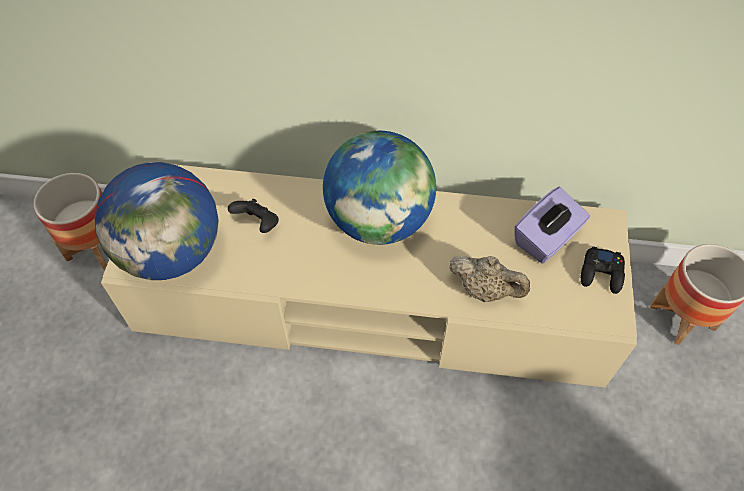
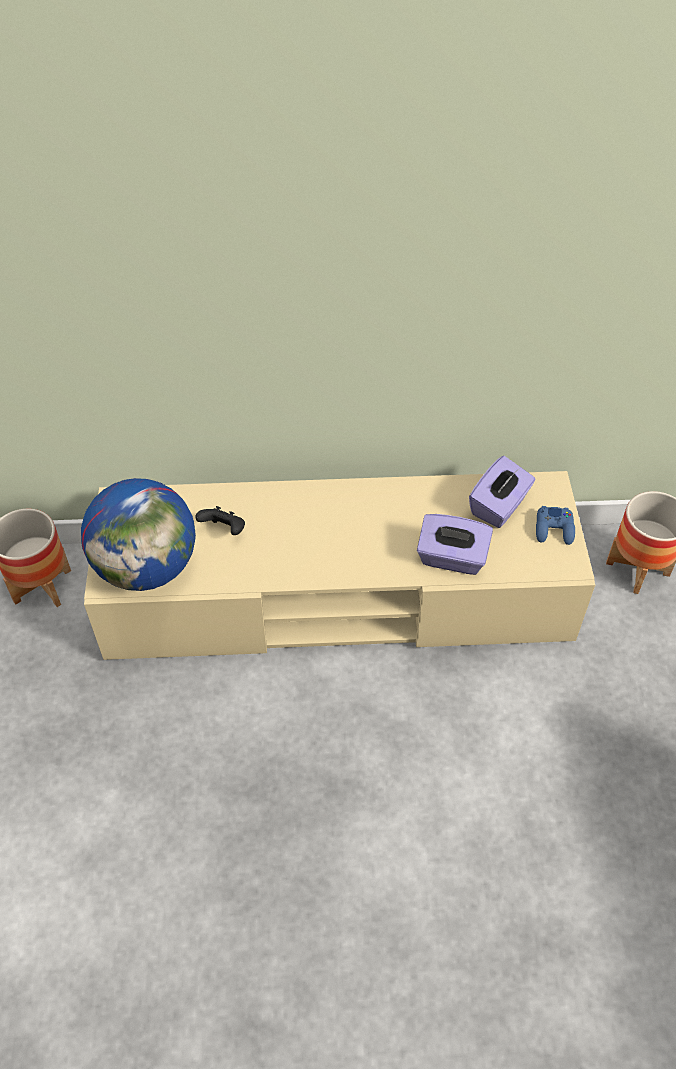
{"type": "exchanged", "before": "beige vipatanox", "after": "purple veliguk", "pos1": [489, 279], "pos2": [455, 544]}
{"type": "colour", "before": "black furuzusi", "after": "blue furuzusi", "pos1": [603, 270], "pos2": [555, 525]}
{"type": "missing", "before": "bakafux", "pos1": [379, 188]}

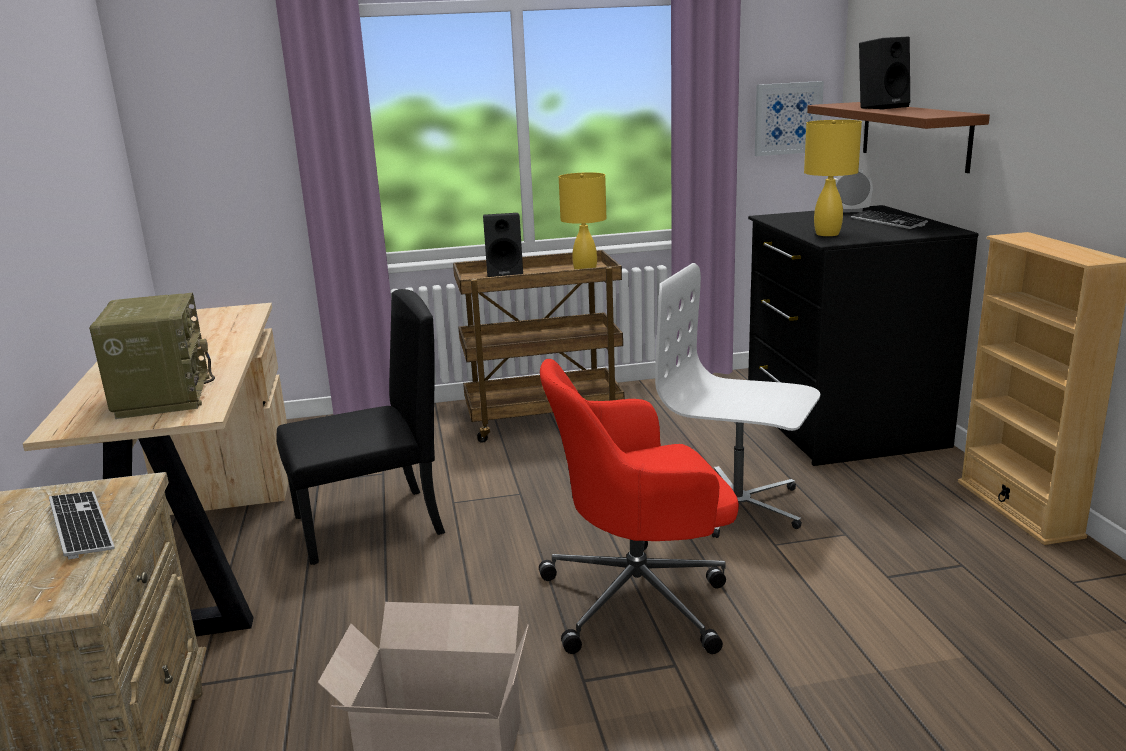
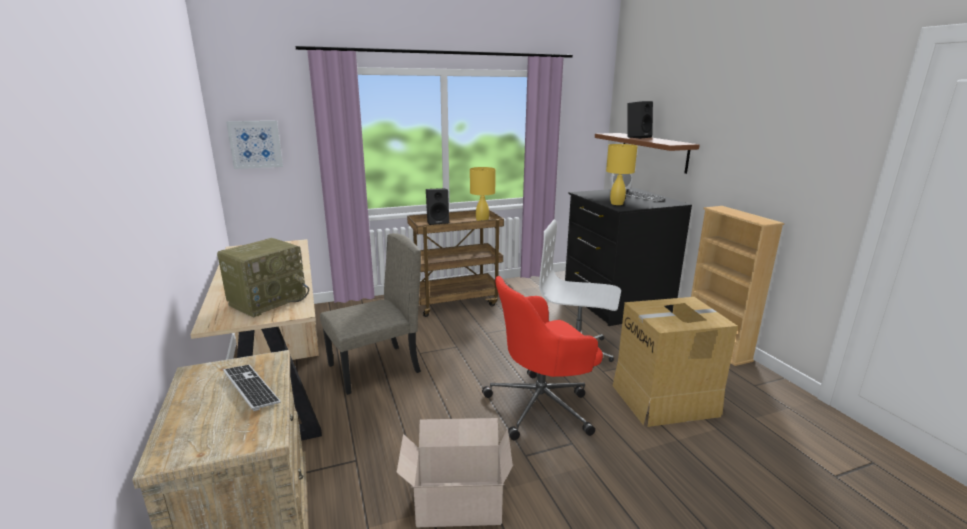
{"type": "spun", "before": "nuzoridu", "pos1": [152, 356], "pos2": [263, 278], "turn": 60}
{"type": "relocated", "before": "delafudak", "pos1": [789, 118], "pos2": [254, 145]}
{"type": "colour", "before": "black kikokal", "after": "beige kikokal", "pos1": [361, 427], "pos2": [370, 314]}
{"type": "appeared", "after": "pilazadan", "pos2": [675, 362]}

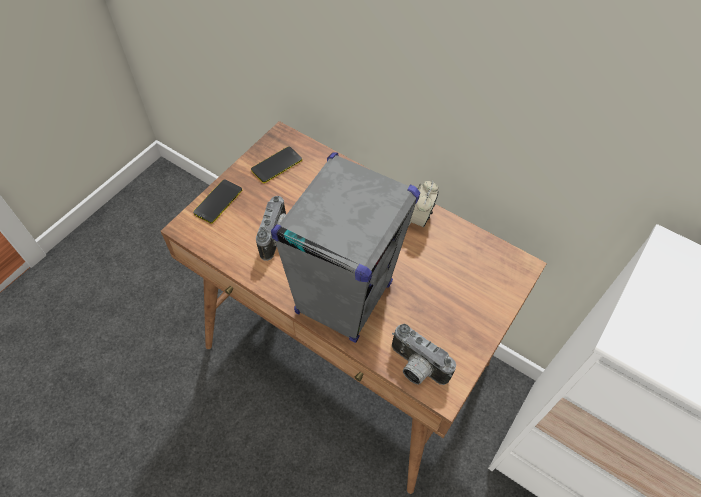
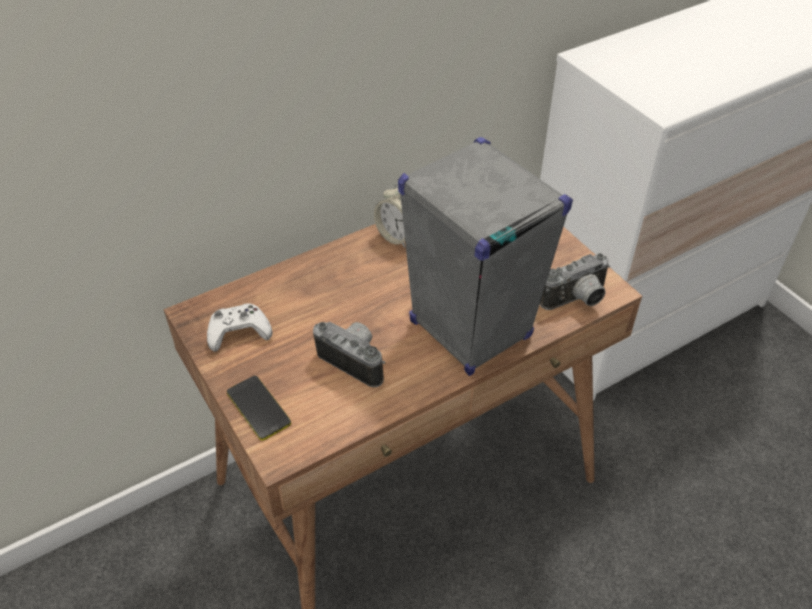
{"type": "exchanged", "before": "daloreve", "after": "white furuzusi", "pos1": [276, 164], "pos2": [239, 327]}

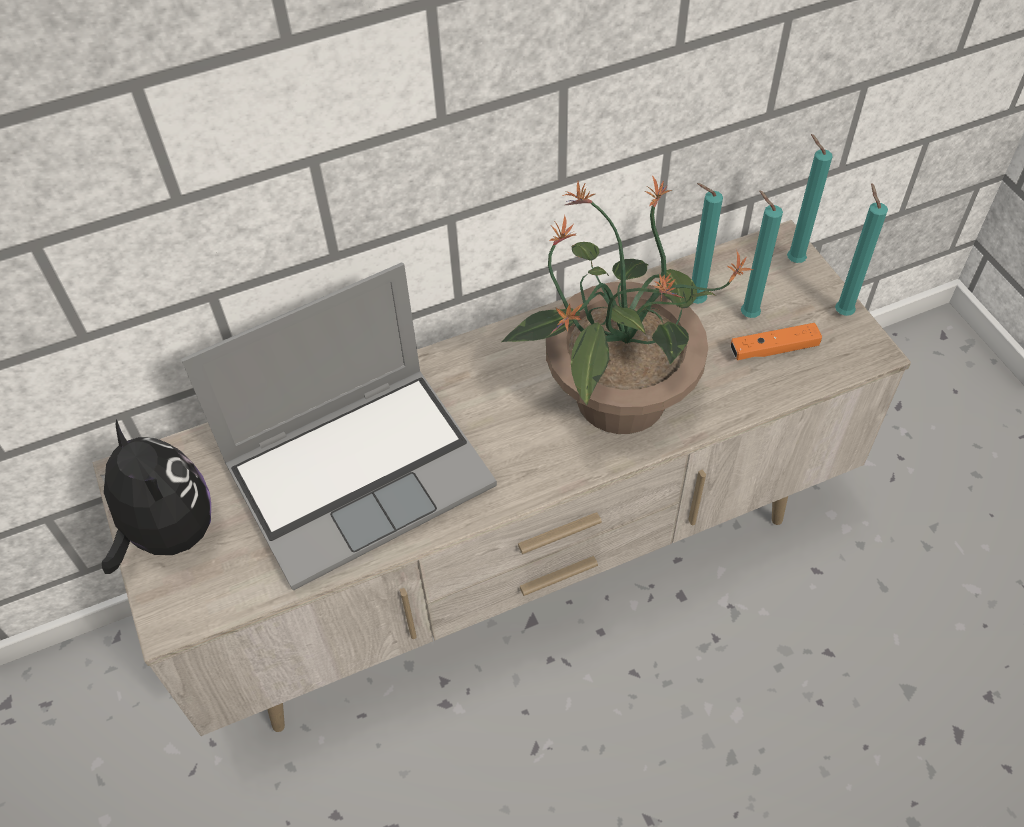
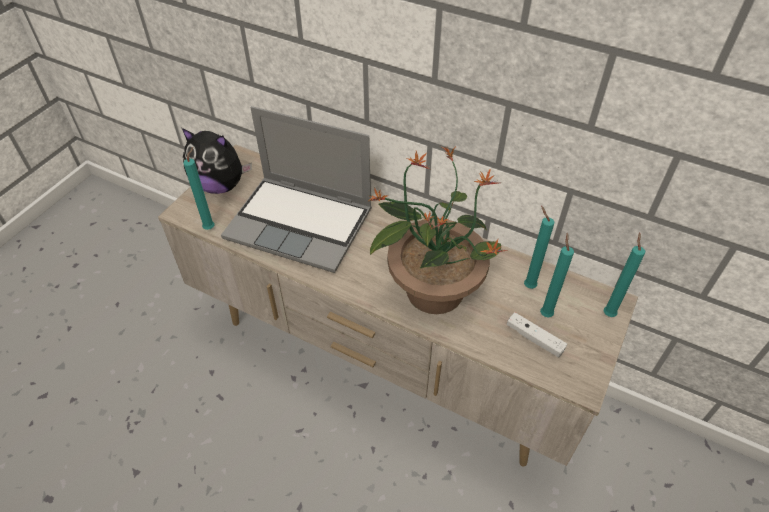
{"type": "spun", "before": "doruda", "pos1": [155, 496], "pos2": [217, 161], "turn": 90}
{"type": "relocated", "before": "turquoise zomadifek", "pos1": [861, 249], "pos2": [199, 188]}
{"type": "colour", "before": "orange furuzusi", "after": "white furuzusi", "pos1": [776, 341], "pos2": [537, 335]}

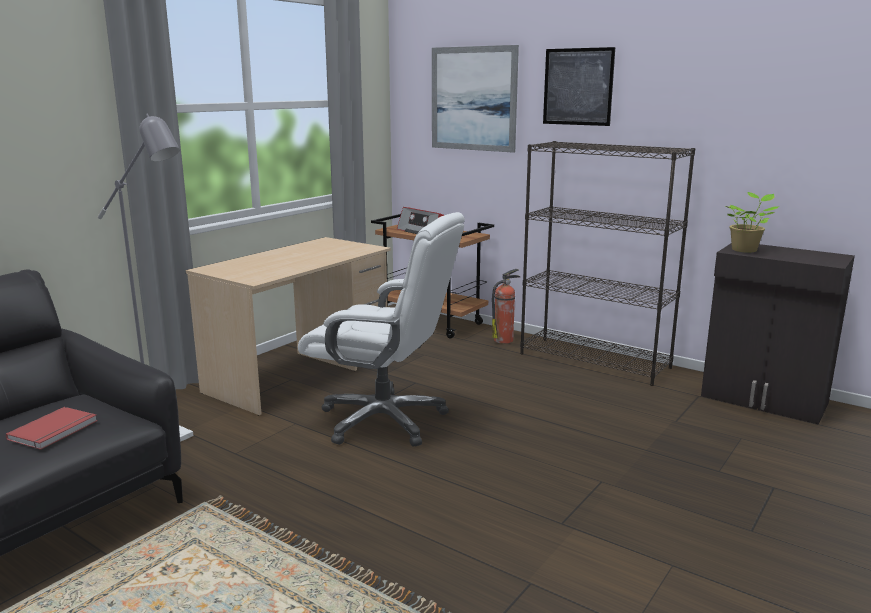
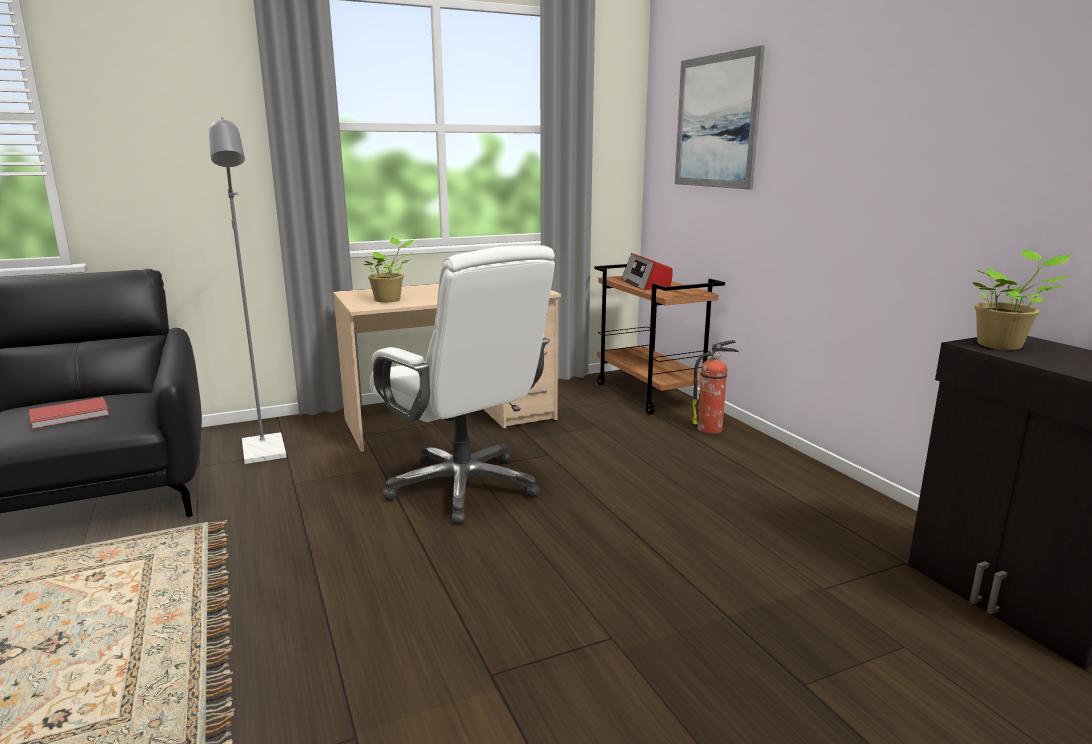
{"type": "appeared", "after": "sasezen", "pos2": [388, 270]}
{"type": "missing", "before": "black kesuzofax", "pos1": [607, 263]}
{"type": "missing", "before": "delafudak", "pos1": [579, 86]}

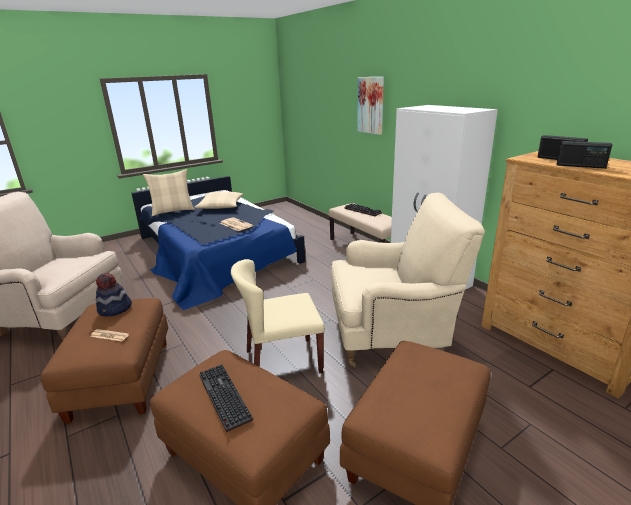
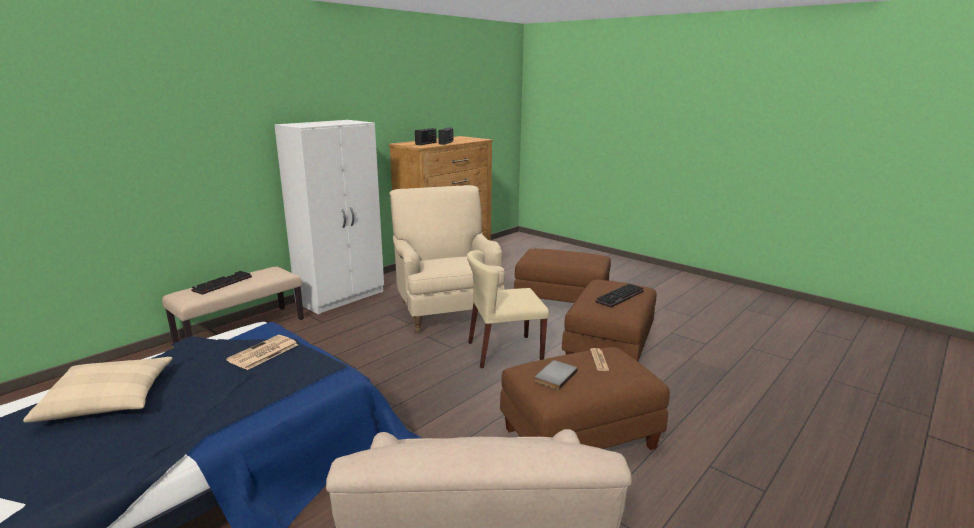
{"type": "spun", "before": "beige kikokal", "pos1": [278, 316], "pos2": [508, 309], "turn": 105}
{"type": "exchanged", "before": "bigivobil", "after": "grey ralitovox", "pos1": [114, 295], "pos2": [556, 375]}
{"type": "missing", "before": "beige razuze", "pos1": [169, 192]}
{"type": "missing", "before": "delafudak", "pos1": [370, 106]}

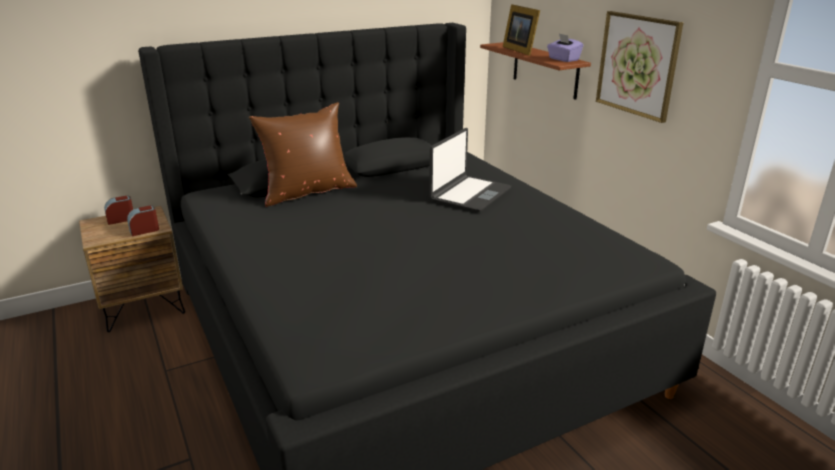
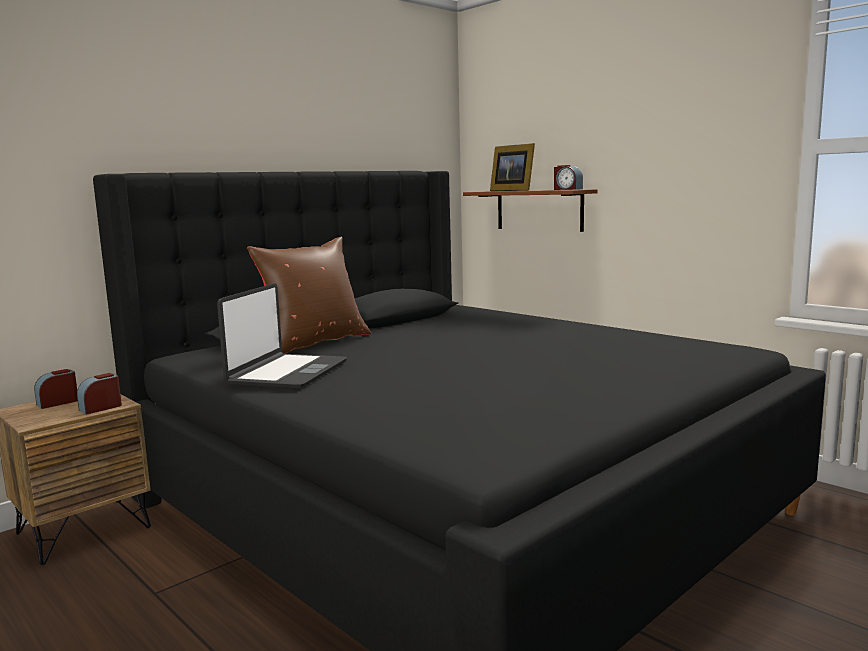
{"type": "relocated", "before": "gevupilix", "pos1": [470, 170], "pos2": [282, 336]}
{"type": "exchanged", "before": "purple veliguk", "after": "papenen", "pos1": [565, 47], "pos2": [568, 177]}
{"type": "missing", "before": "delafudak", "pos1": [639, 67]}

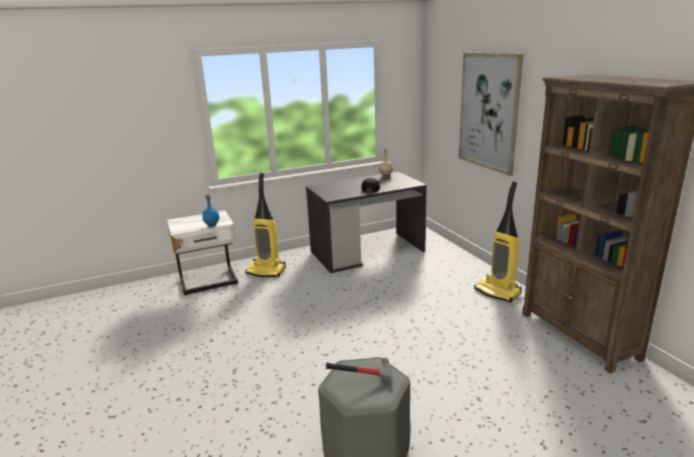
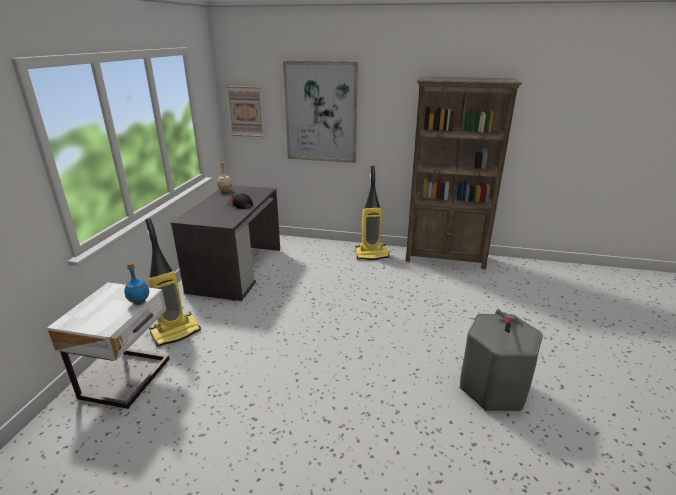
{"type": "appeared", "after": "delafudak", "pos2": [245, 111]}

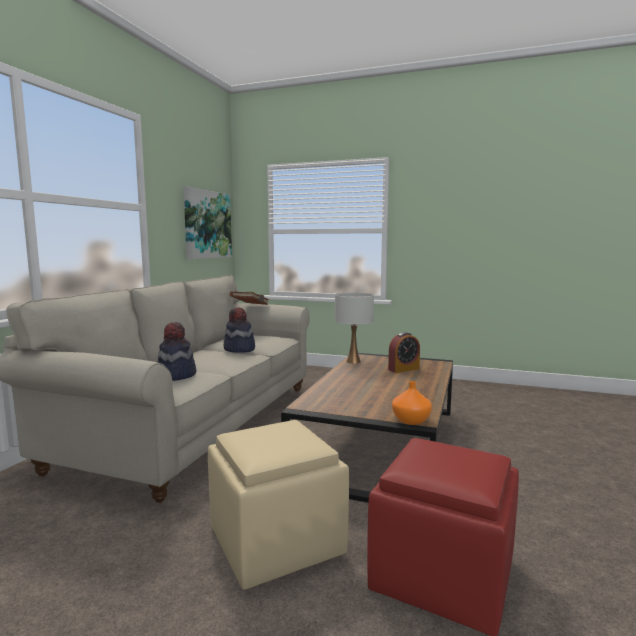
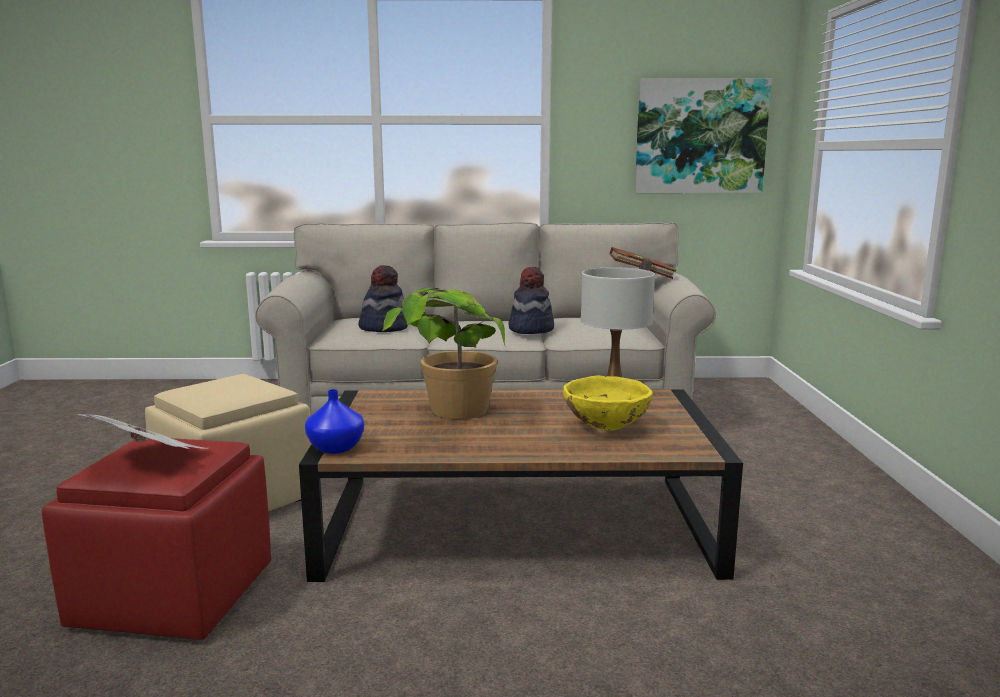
{"type": "appeared", "after": "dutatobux", "pos2": [143, 431]}
{"type": "colour", "before": "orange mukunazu", "after": "blue mukunazu", "pos1": [412, 403], "pos2": [334, 421]}
{"type": "appeared", "after": "sasezen", "pos2": [443, 353]}
{"type": "exchanged", "before": "papenen", "after": "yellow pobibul", "pos1": [404, 352], "pos2": [608, 403]}

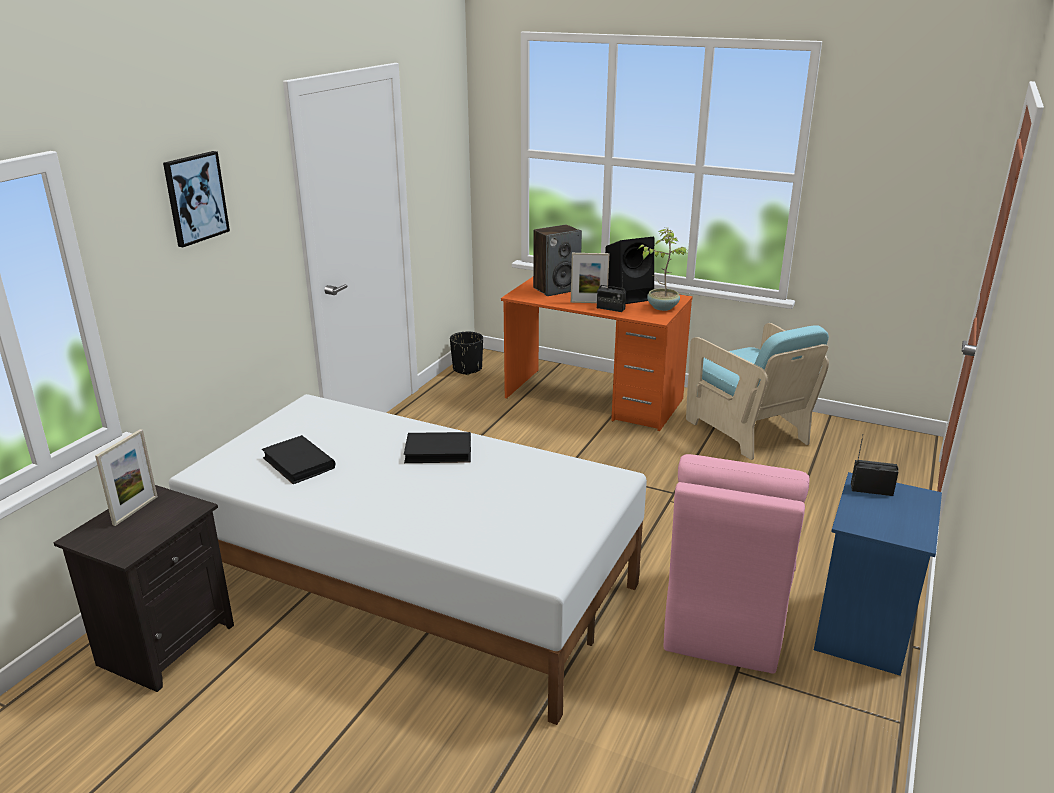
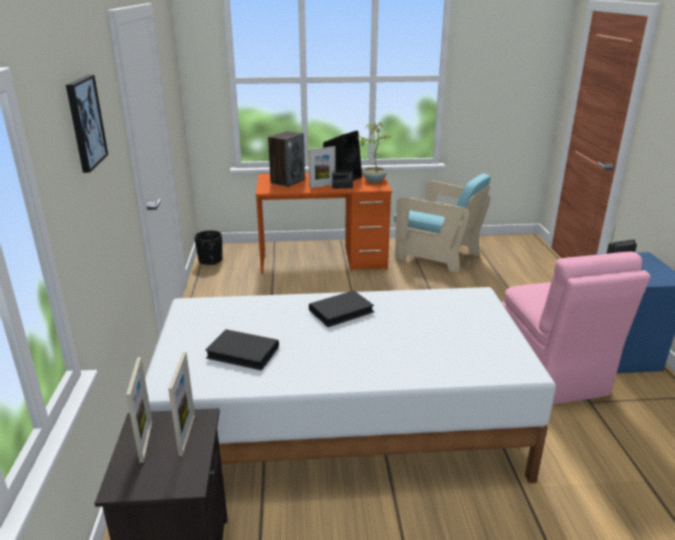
{"type": "appeared", "after": "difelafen", "pos2": [181, 404]}

